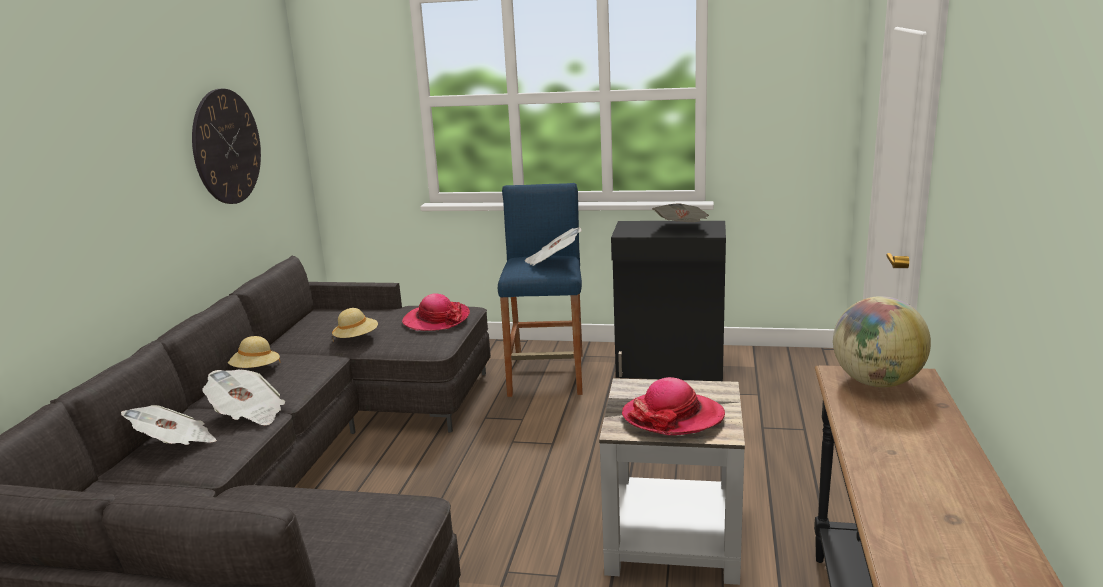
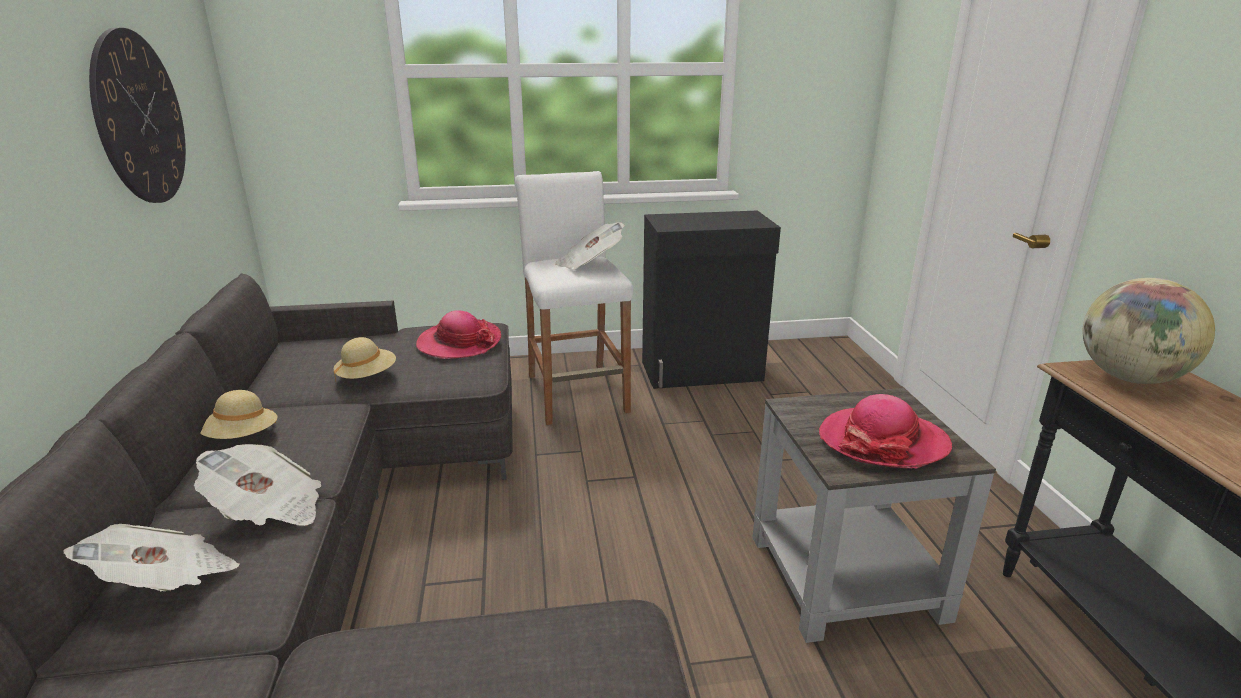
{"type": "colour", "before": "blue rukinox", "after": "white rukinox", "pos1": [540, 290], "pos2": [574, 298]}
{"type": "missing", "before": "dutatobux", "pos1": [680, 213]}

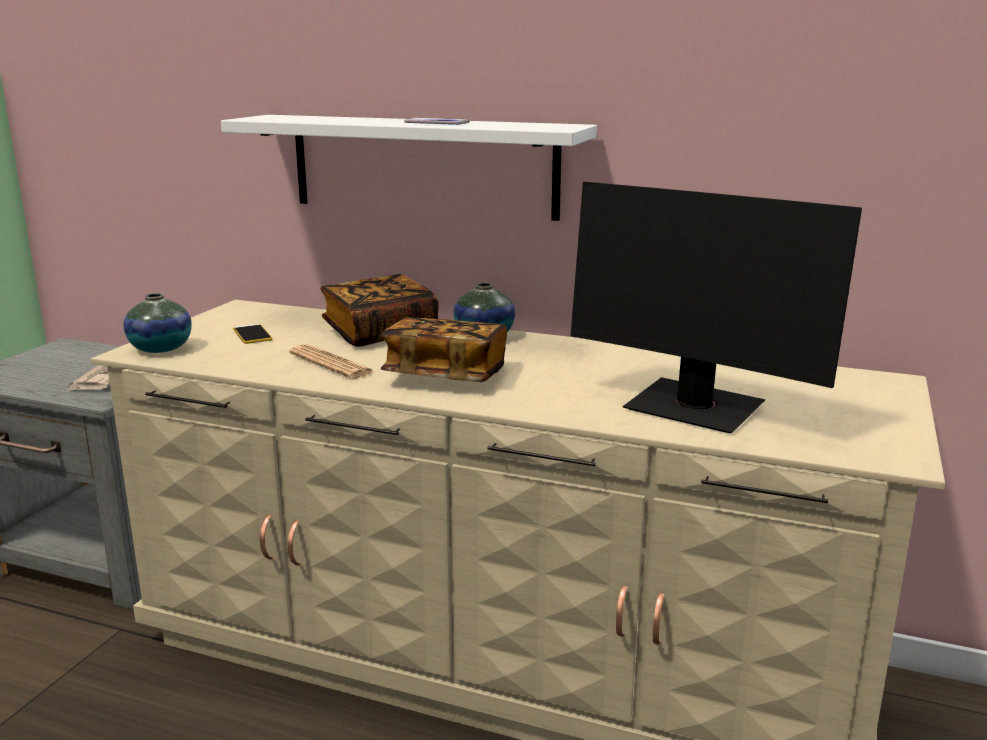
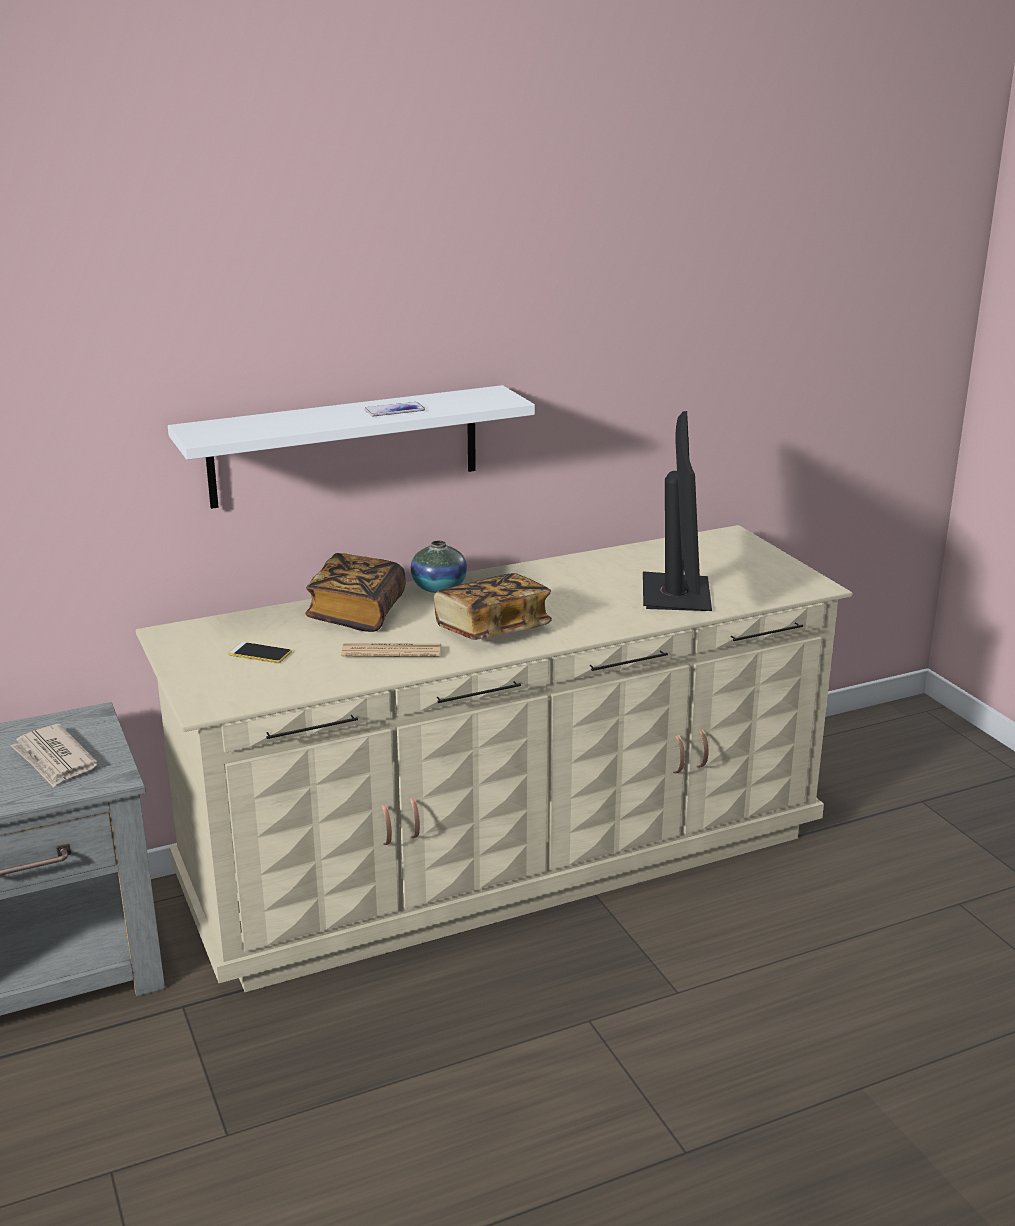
{"type": "spun", "before": "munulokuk", "pos1": [716, 307], "pos2": [677, 511], "turn": -75}
{"type": "missing", "before": "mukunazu", "pos1": [157, 323]}

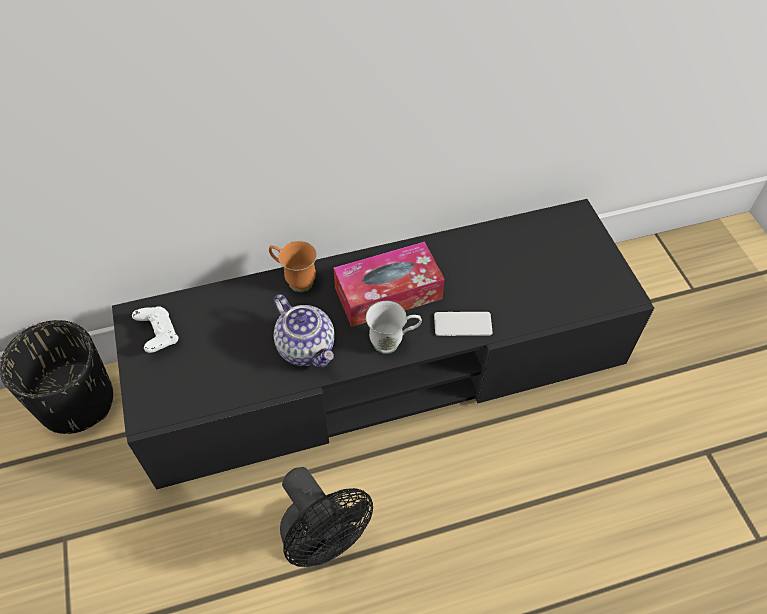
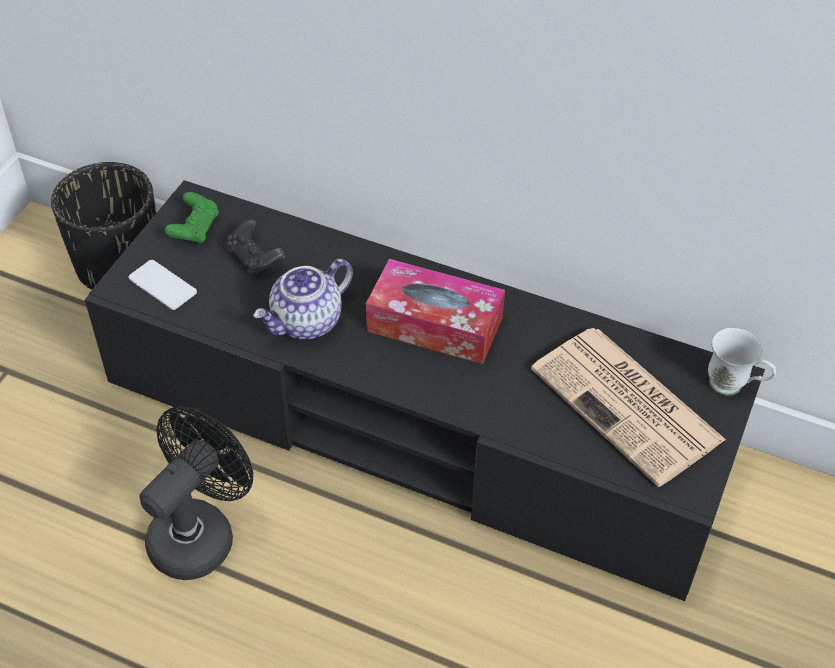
{"type": "relocated", "before": "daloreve", "pos1": [463, 324], "pos2": [162, 285]}
{"type": "spun", "before": "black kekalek", "pos1": [326, 517], "pos2": [196, 493], "turn": -150}
{"type": "colour", "before": "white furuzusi", "after": "green furuzusi", "pos1": [155, 329], "pos2": [192, 218]}
{"type": "appeared", "after": "black furuzusi", "pos2": [256, 247]}
{"type": "spun", "before": "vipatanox", "pos1": [304, 330], "pos2": [303, 299], "turn": 45}
{"type": "appeared", "after": "dutatobux", "pos2": [628, 407]}
{"type": "relocated", "before": "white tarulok", "pos1": [394, 327], "pos2": [742, 361]}
{"type": "missing", "before": "orange tarulok", "pos1": [293, 266]}

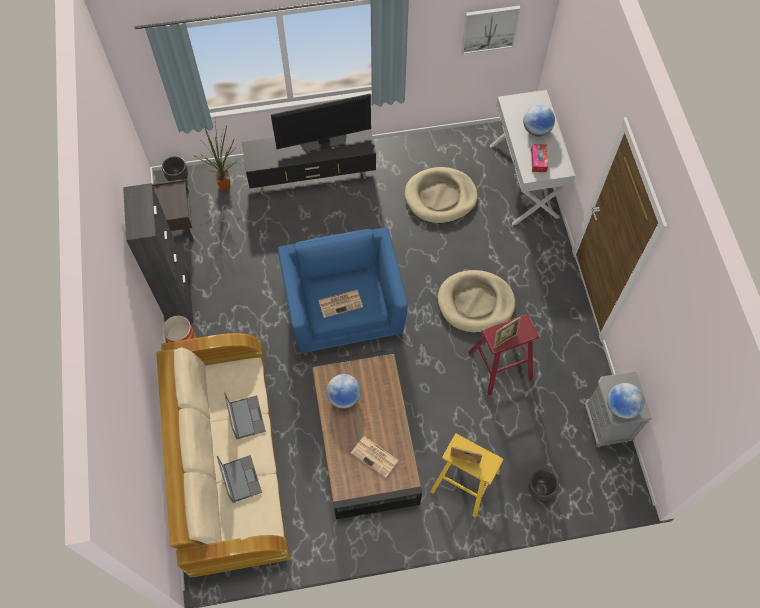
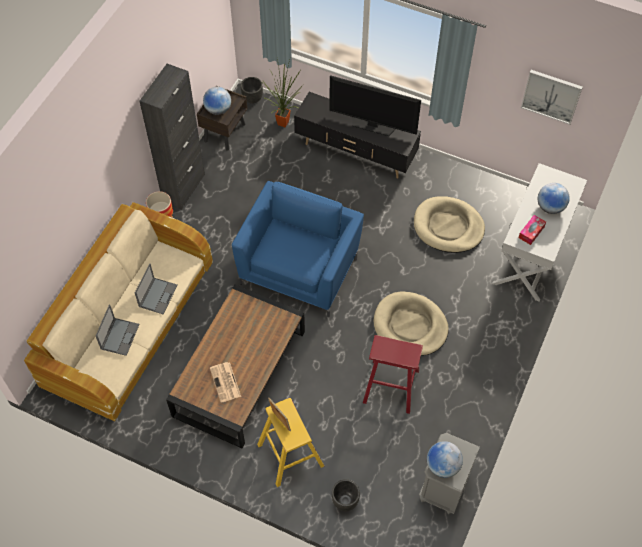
{"type": "relocated", "before": "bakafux", "pos1": [343, 391], "pos2": [217, 101]}
{"type": "missing", "before": "dutatobux", "pos1": [341, 304]}
{"type": "missing", "before": "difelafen", "pos1": [507, 332]}

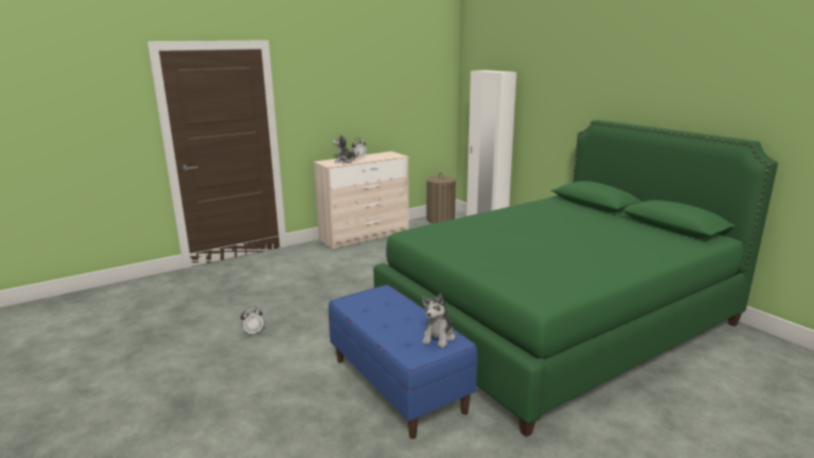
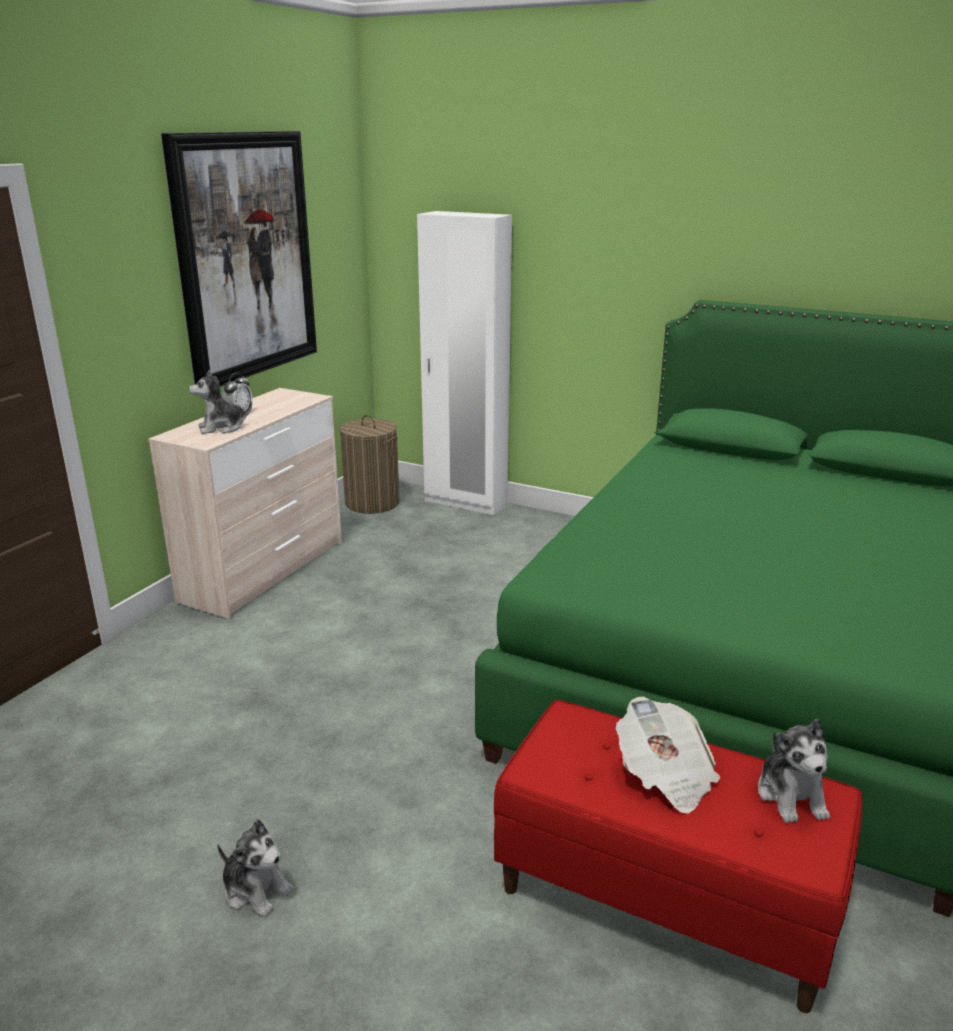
{"type": "appeared", "after": "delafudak", "pos2": [239, 258]}
{"type": "exchanged", "before": "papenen", "after": "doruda", "pos1": [251, 320], "pos2": [255, 868]}
{"type": "colour", "before": "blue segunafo", "after": "red segunafo", "pos1": [403, 362], "pos2": [677, 856]}
{"type": "appeared", "after": "dutatobux", "pos2": [668, 755]}

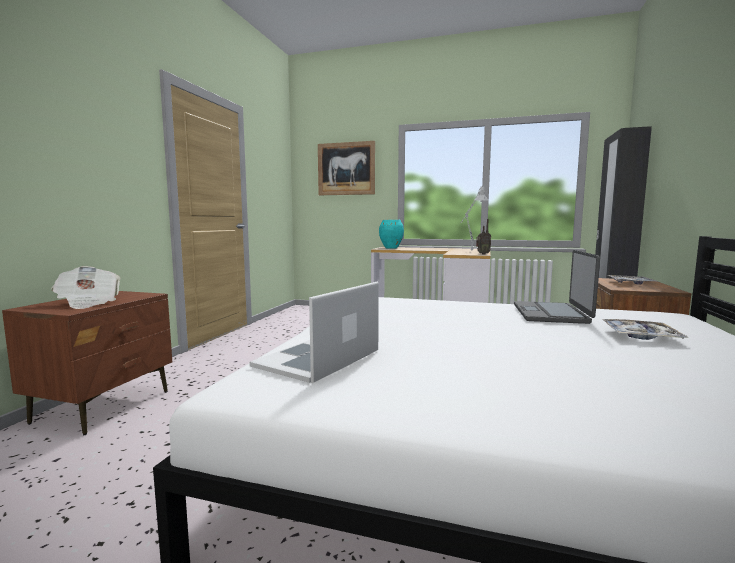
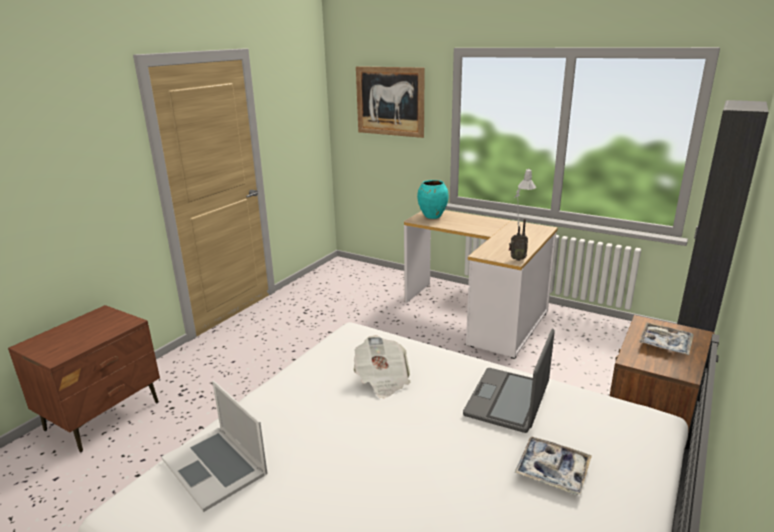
{"type": "spun", "before": "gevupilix", "pos1": [314, 332], "pos2": [214, 446], "turn": -90}
{"type": "relocated", "before": "dutatobux", "pos1": [85, 287], "pos2": [382, 367]}

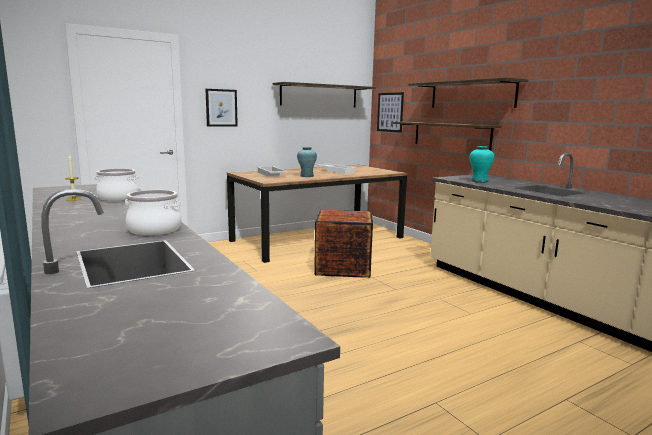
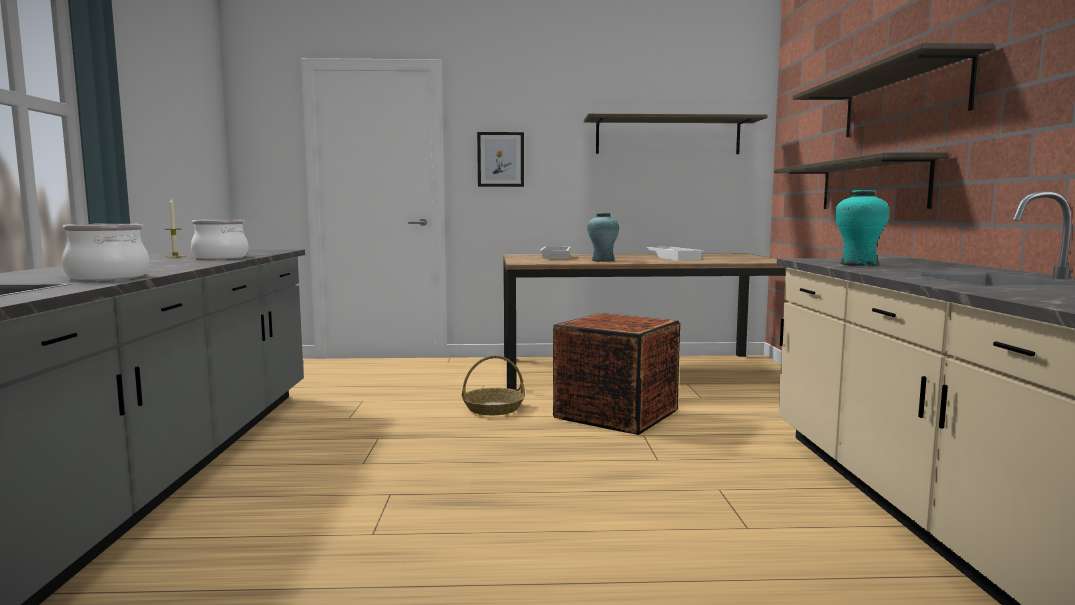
{"type": "appeared", "after": "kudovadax", "pos2": [493, 385]}
{"type": "missing", "before": "delafudak", "pos1": [390, 112]}

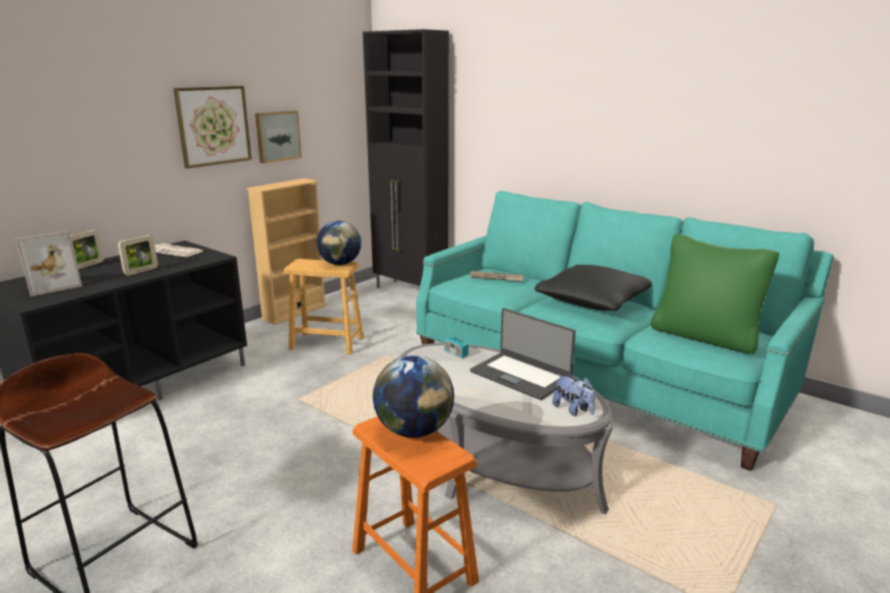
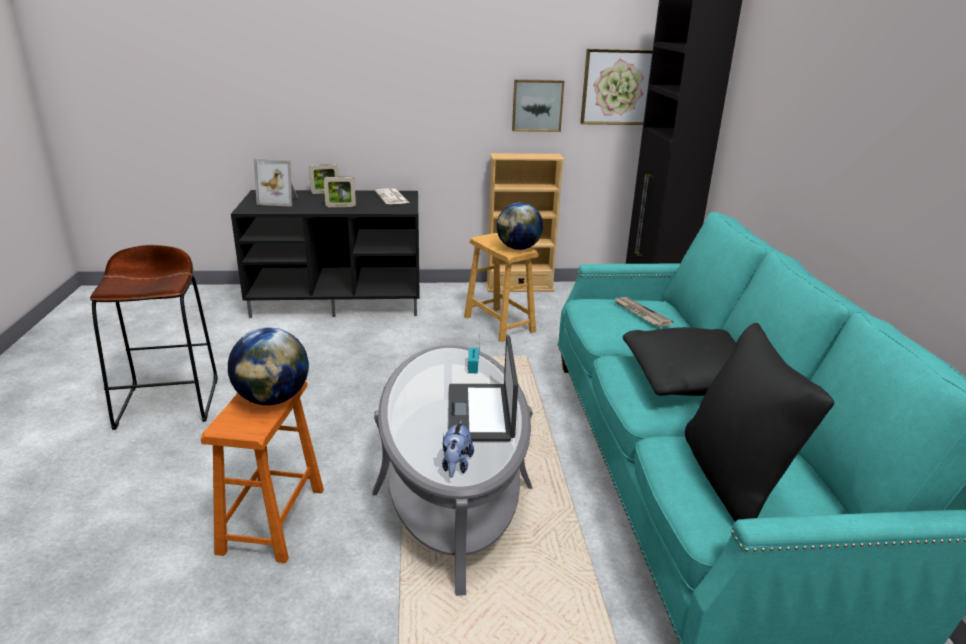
{"type": "relocated", "before": "delafudak", "pos1": [212, 127], "pos2": [616, 87]}
{"type": "colour", "before": "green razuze", "after": "black razuze", "pos1": [715, 294], "pos2": [759, 422]}

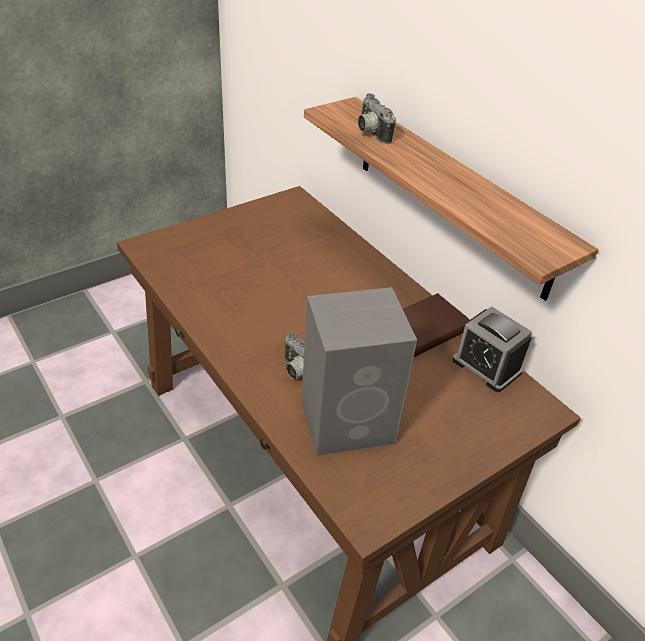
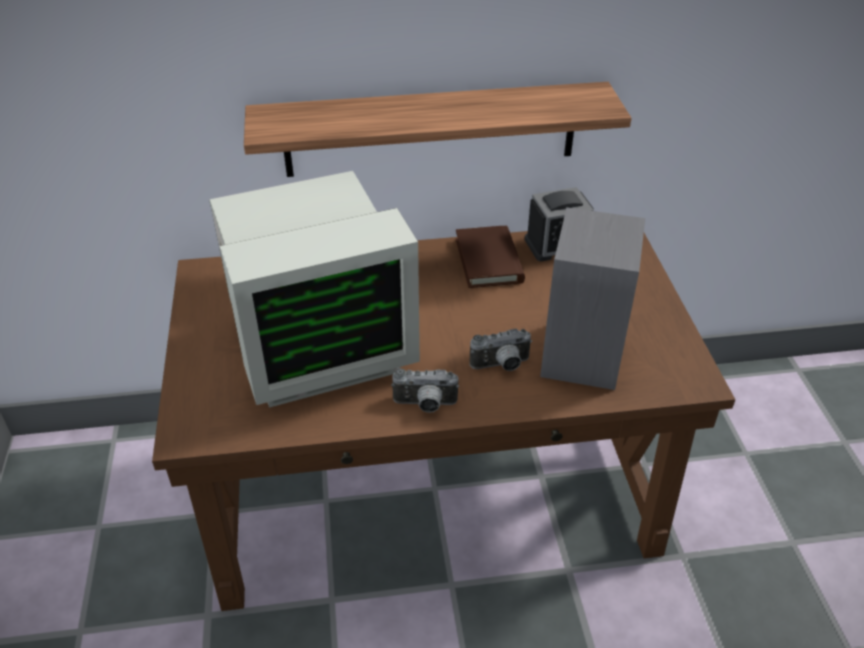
{"type": "appeared", "after": "munulokuk", "pos2": [314, 289]}
{"type": "relocated", "before": "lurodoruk", "pos1": [377, 118], "pos2": [425, 390]}

